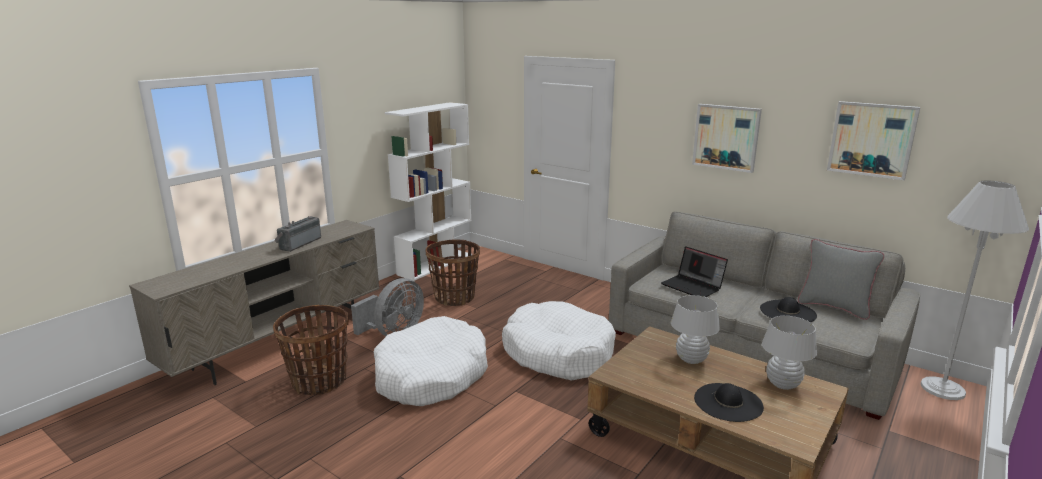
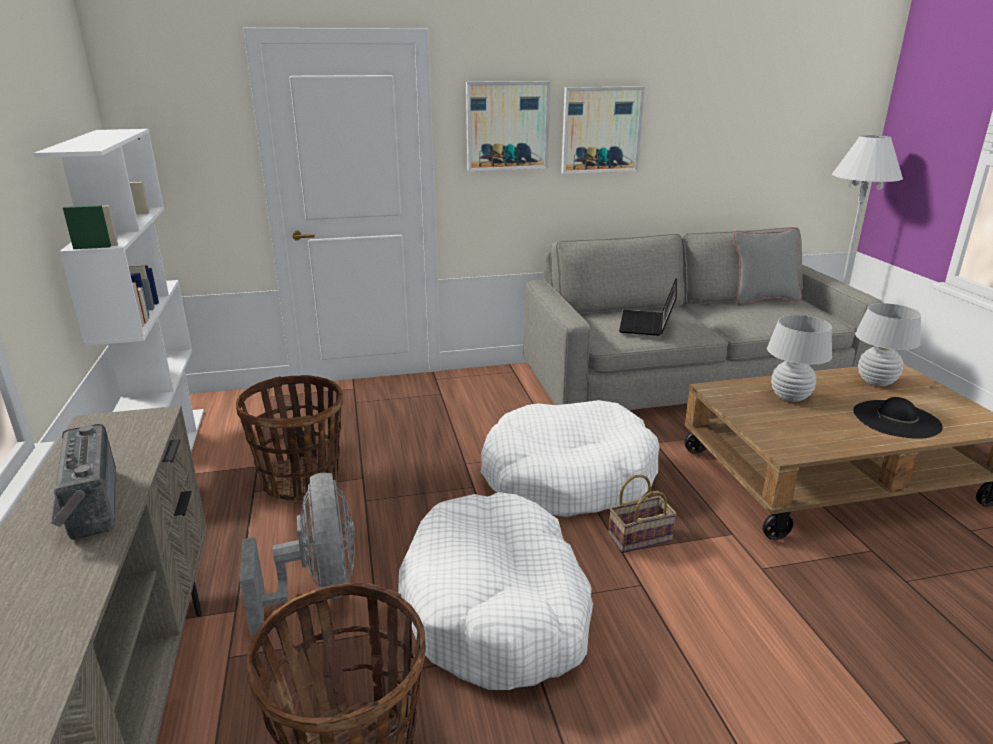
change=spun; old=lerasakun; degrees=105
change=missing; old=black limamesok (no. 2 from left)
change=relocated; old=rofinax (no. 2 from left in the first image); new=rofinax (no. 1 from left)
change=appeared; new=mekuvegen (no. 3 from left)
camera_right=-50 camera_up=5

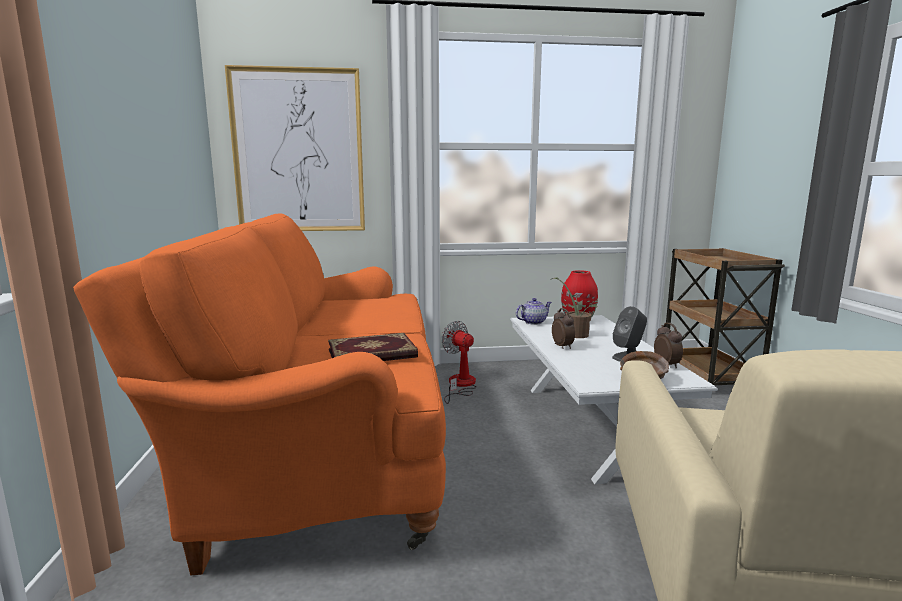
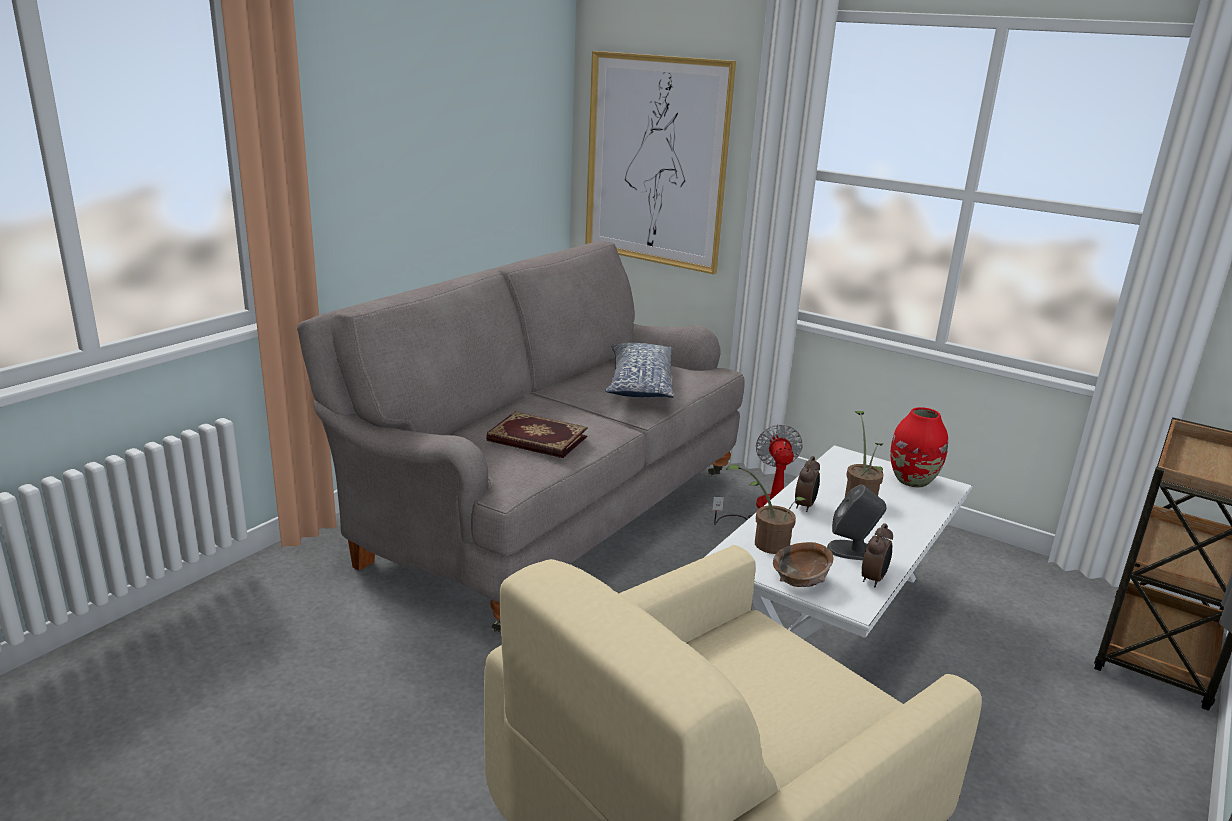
change=colour; old=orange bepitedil; new=grey bepitedil
change=missing; old=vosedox
change=appeared; new=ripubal
change=appeared; new=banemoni (no. 1 from left)
camera_right=40 camera_up=10

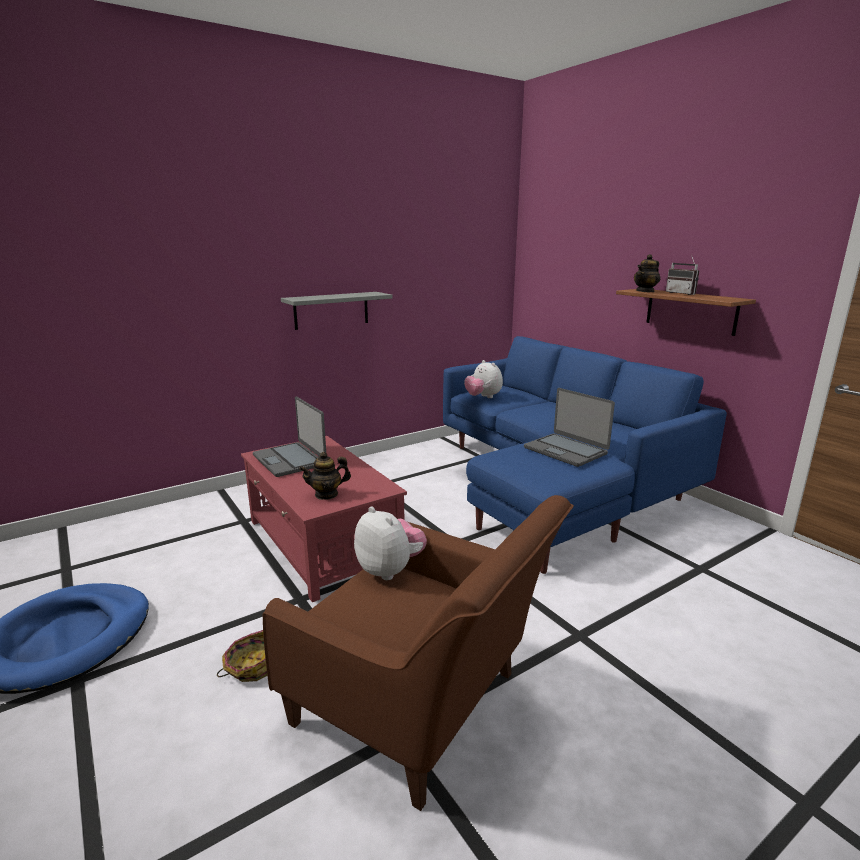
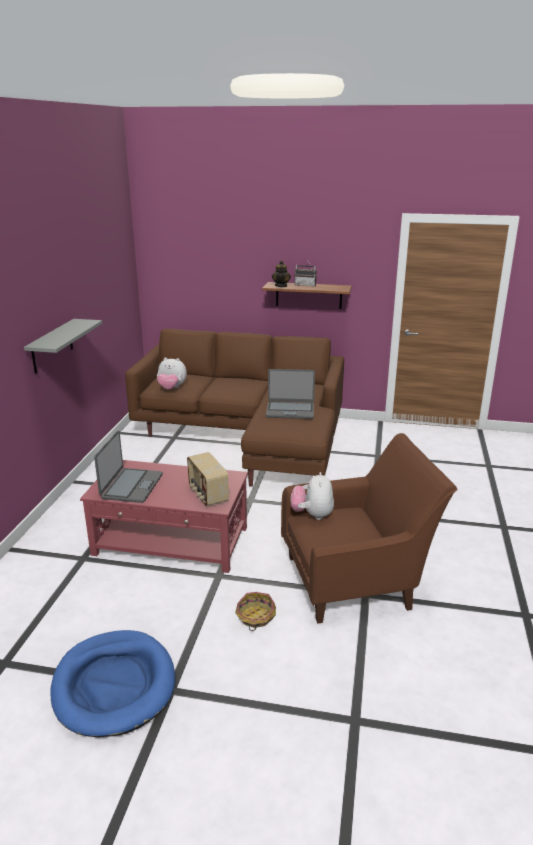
change=spun; old=lerasakun (no. 1 from left); degrees=-90
change=exchanged; old=vosedox (no. 1 from left); new=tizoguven (no. 1 from left)
change=spun; old=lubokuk (no. 1 from left in the first image); degrees=-90
change=colour; old=blue bepitedil; new=brown bepitedil
camera_right=-45 camera_up=5

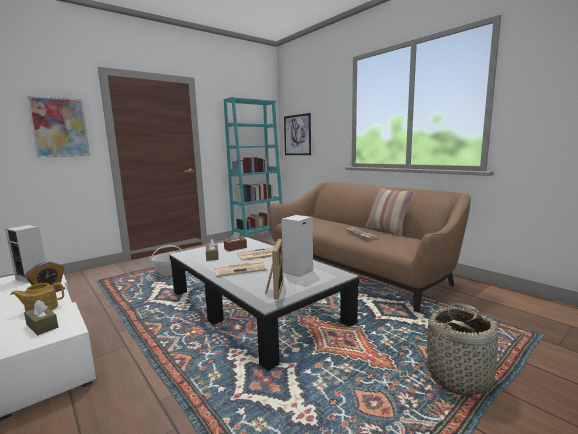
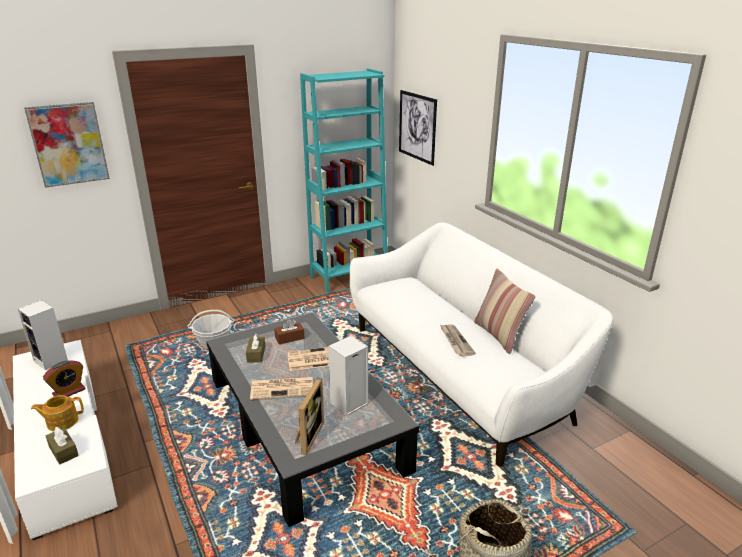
change=colour; old=brown bepitedil; new=white bepitedil
camera_right=10 camera_up=15

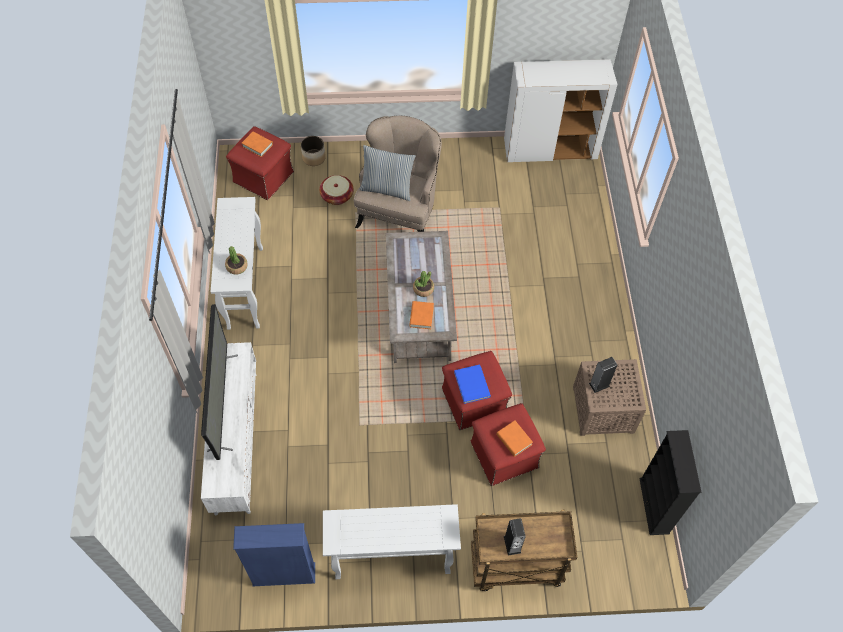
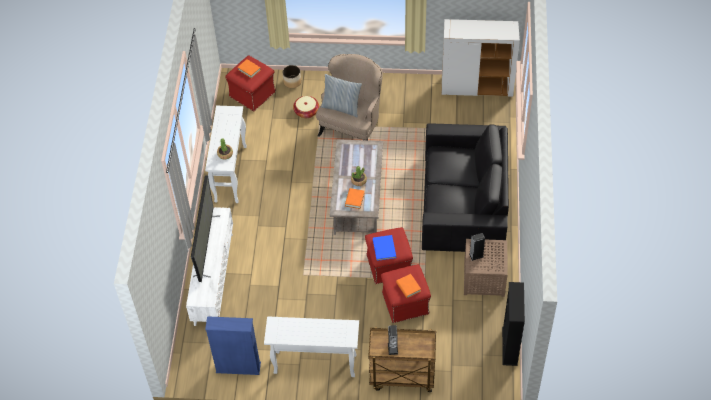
change=appeared; new=black bepitedil
camera_right=10 camera_up=-5

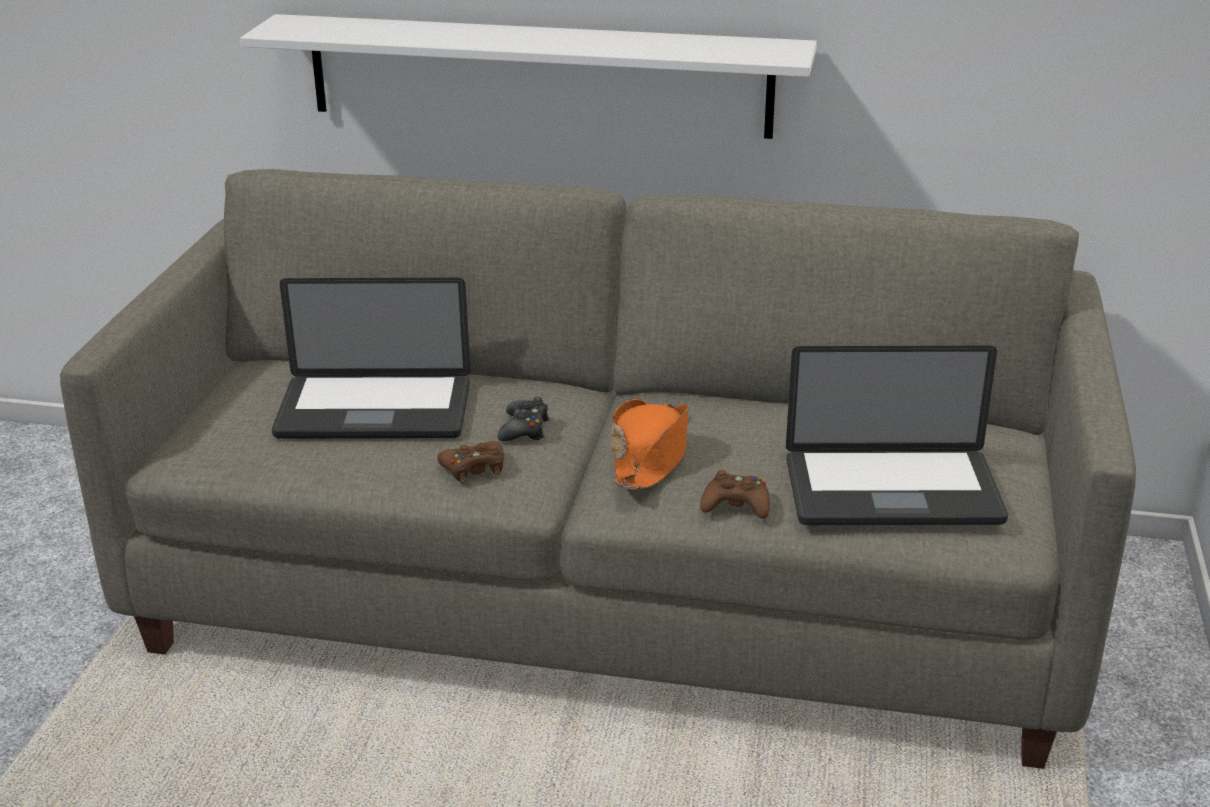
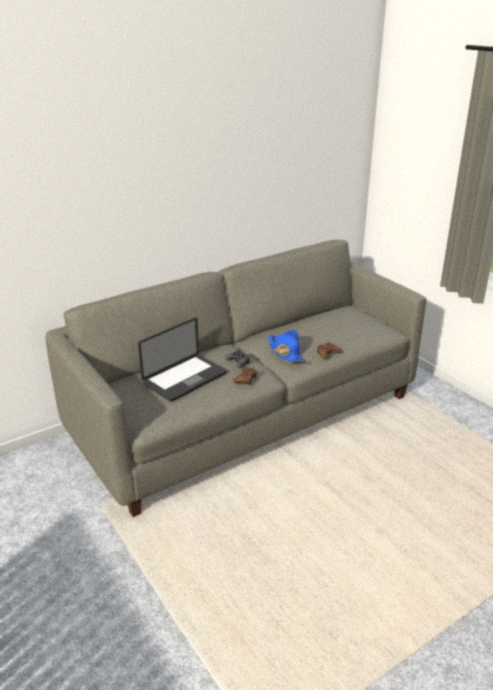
change=missing; old=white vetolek
change=colour; old=orange limamesok; new=blue limamesok
change=missing; old=lerasakun (no. 2 from left)
camera_right=-45 camera_up=0

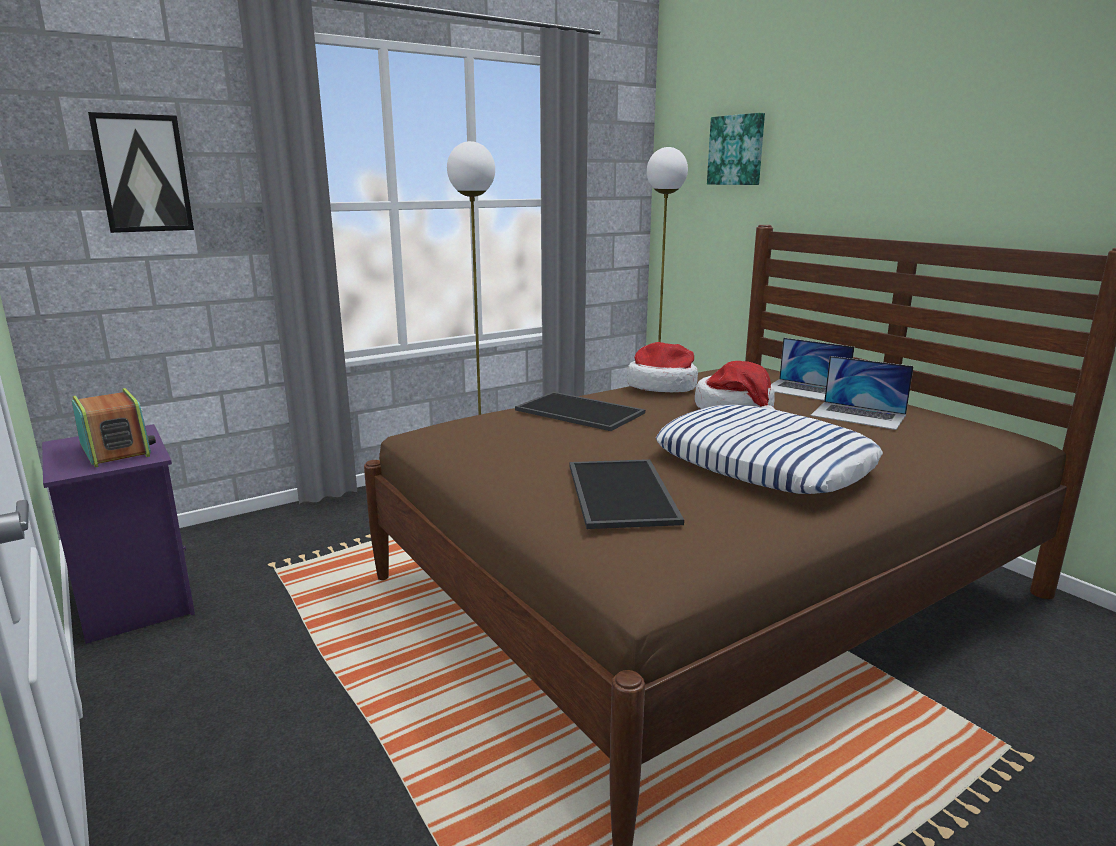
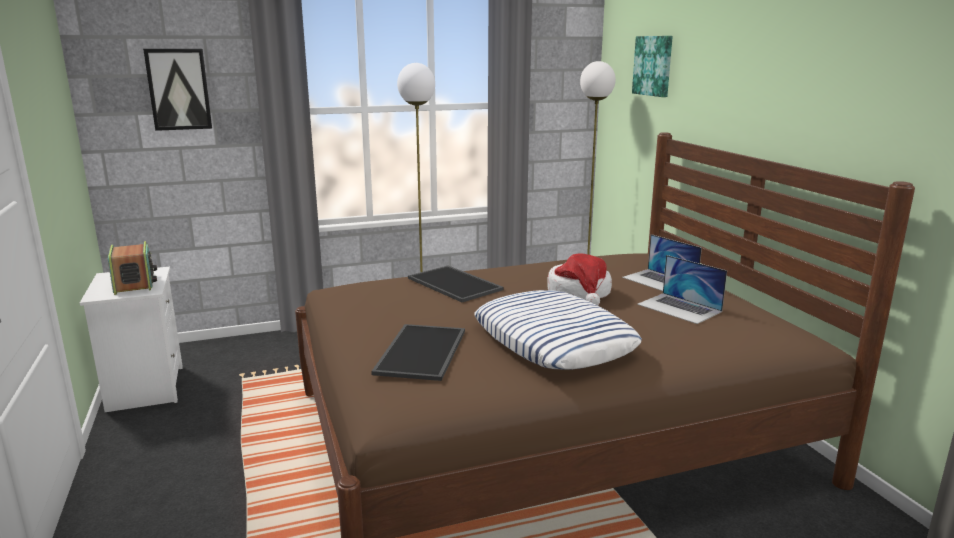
change=colour; old=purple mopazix; new=white mopazix
change=missing; old=limamesok (no. 1 from left)
camera_right=15 camera_up=0

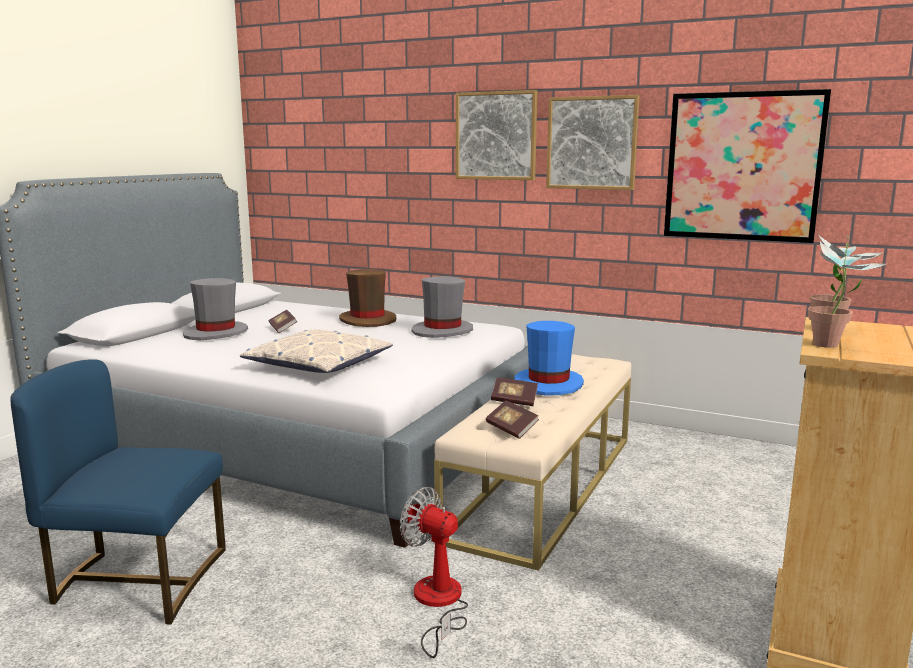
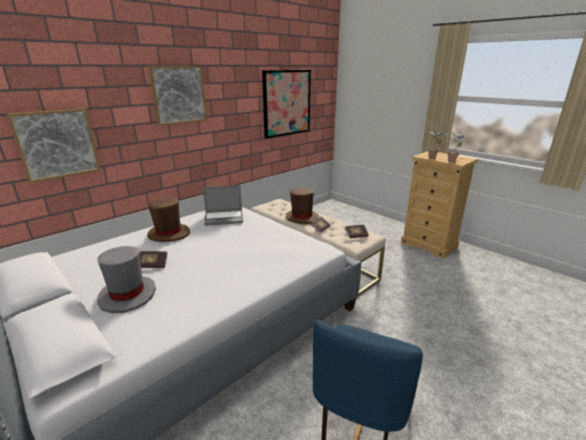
change=missing; old=ripubal
change=missing; old=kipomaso
change=exchanged; old=grey limamesok (no. 2 from left); new=lerasakun
change=colour; old=blue limamesok; new=brown limamesok (no. 2 from left)
change=relocated; old=rofinax (no. 2 from left in the first image); new=rofinax (no. 1 from left)
camera_right=-70 camera_up=10

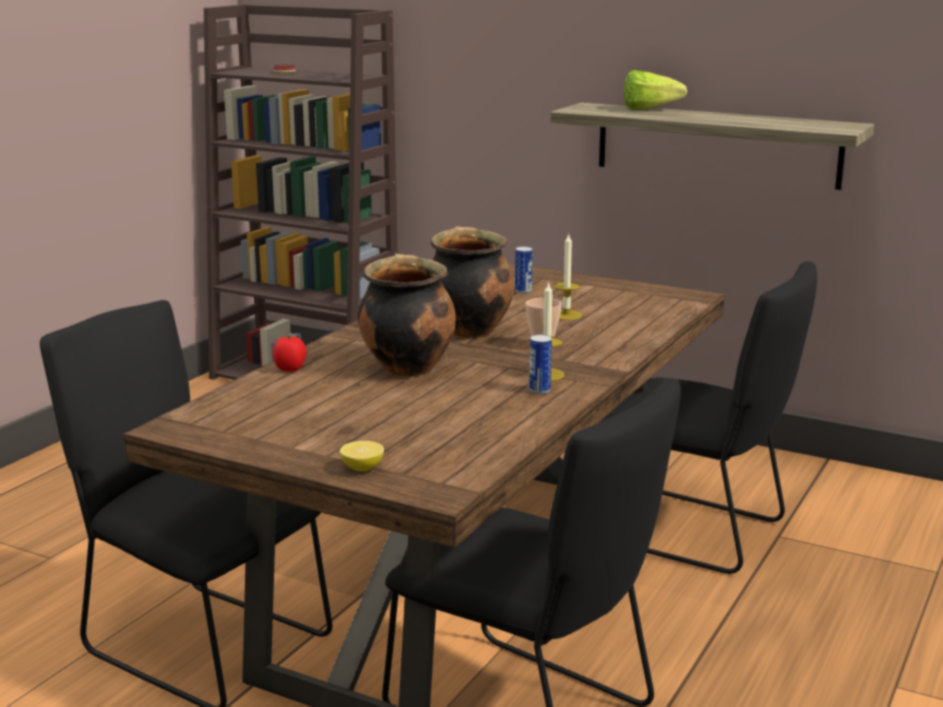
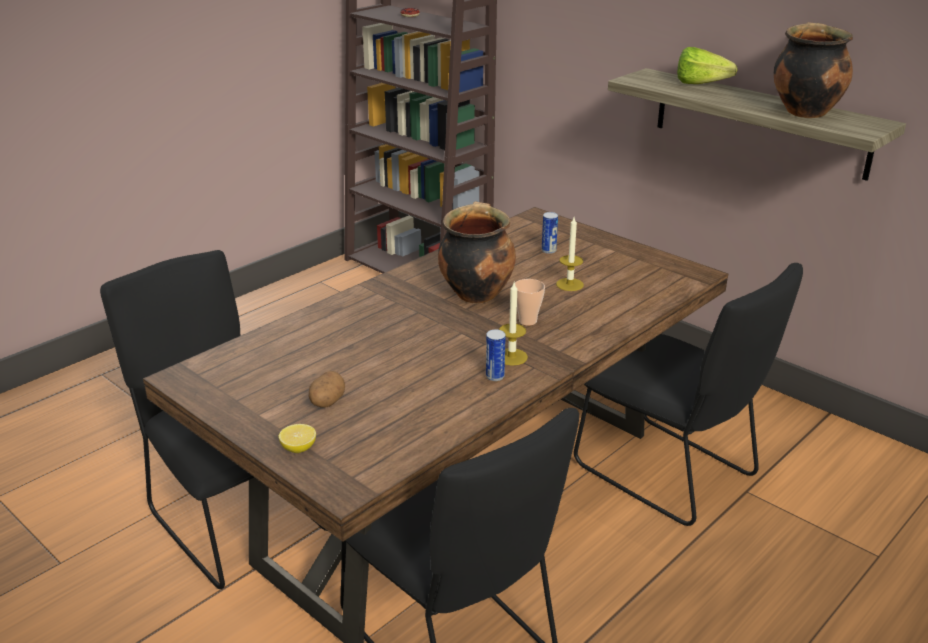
change=missing; old=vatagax
change=relocated; old=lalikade (no. 1 from left in the first image); new=lalikade (no. 2 from left)
change=appeared; new=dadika
camera_right=15 camera_up=10

